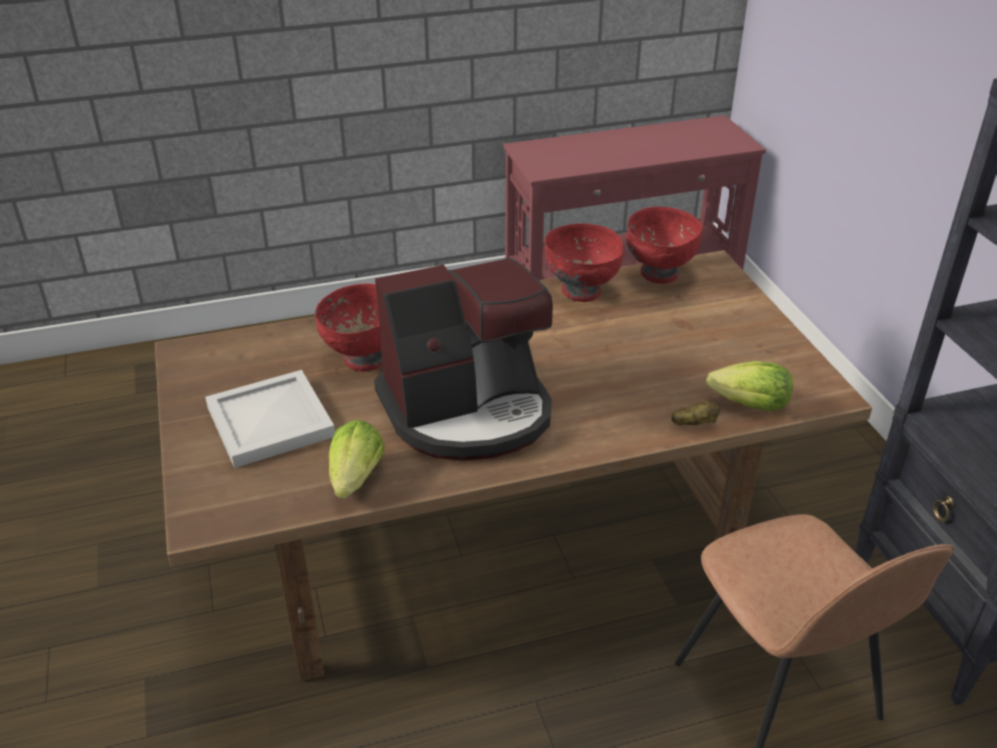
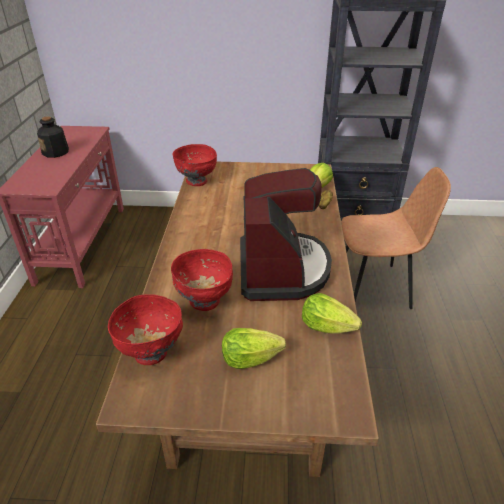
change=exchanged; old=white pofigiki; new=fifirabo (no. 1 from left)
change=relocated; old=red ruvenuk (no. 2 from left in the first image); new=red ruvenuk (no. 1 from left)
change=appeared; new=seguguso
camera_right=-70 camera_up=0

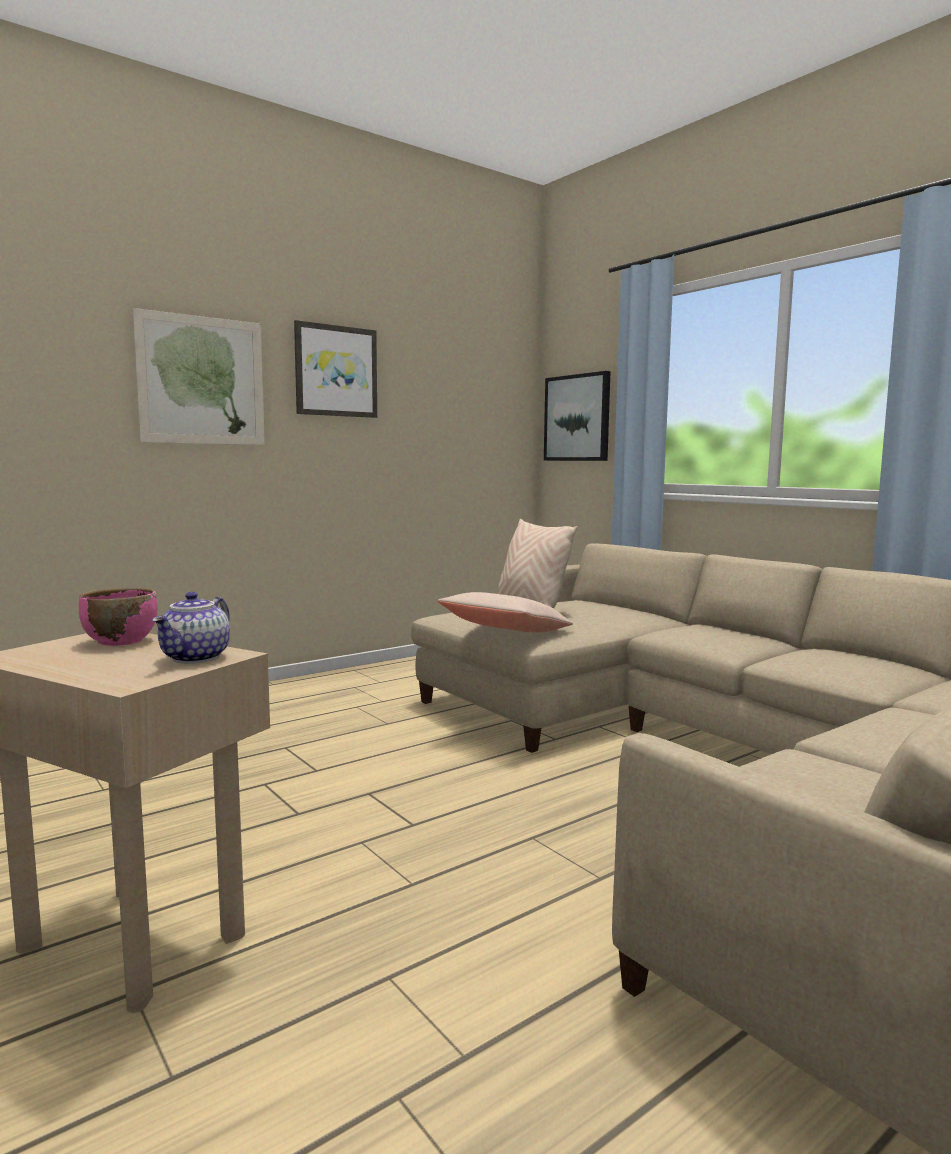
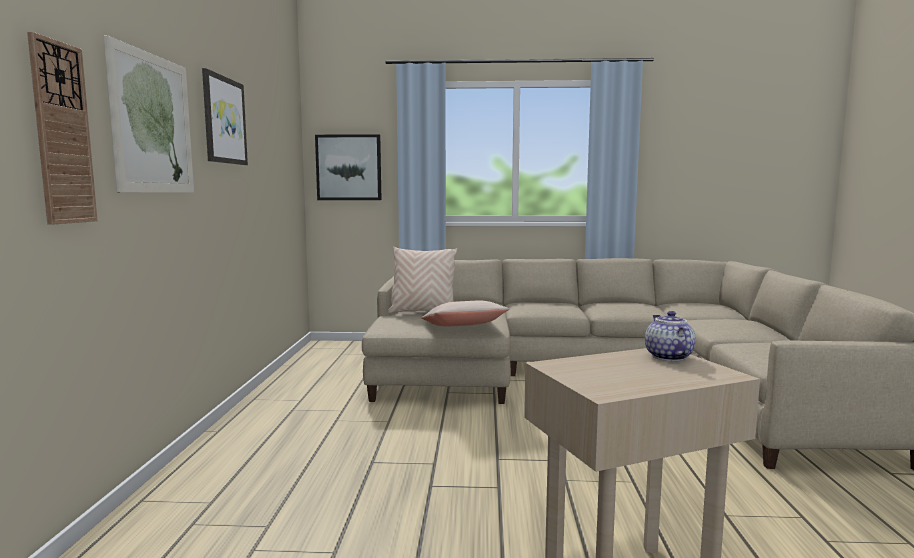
change=missing; old=pink ruvenuk
change=spun; old=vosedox; degrees=-150
change=appeared; new=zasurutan
camera_right=-50 camera_up=0

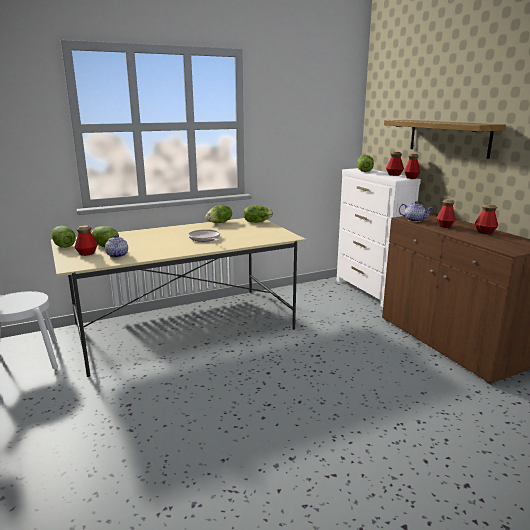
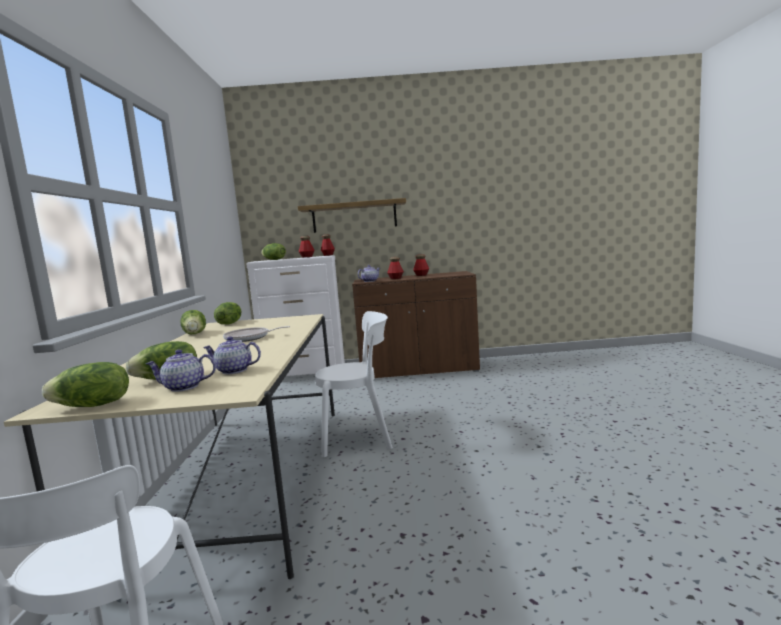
change=exchanged; old=seguguso (no. 1 from left); new=vosedox (no. 1 from left)
change=appeared; new=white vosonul (no. 2 from left)
camera_right=-65 camera_up=-10

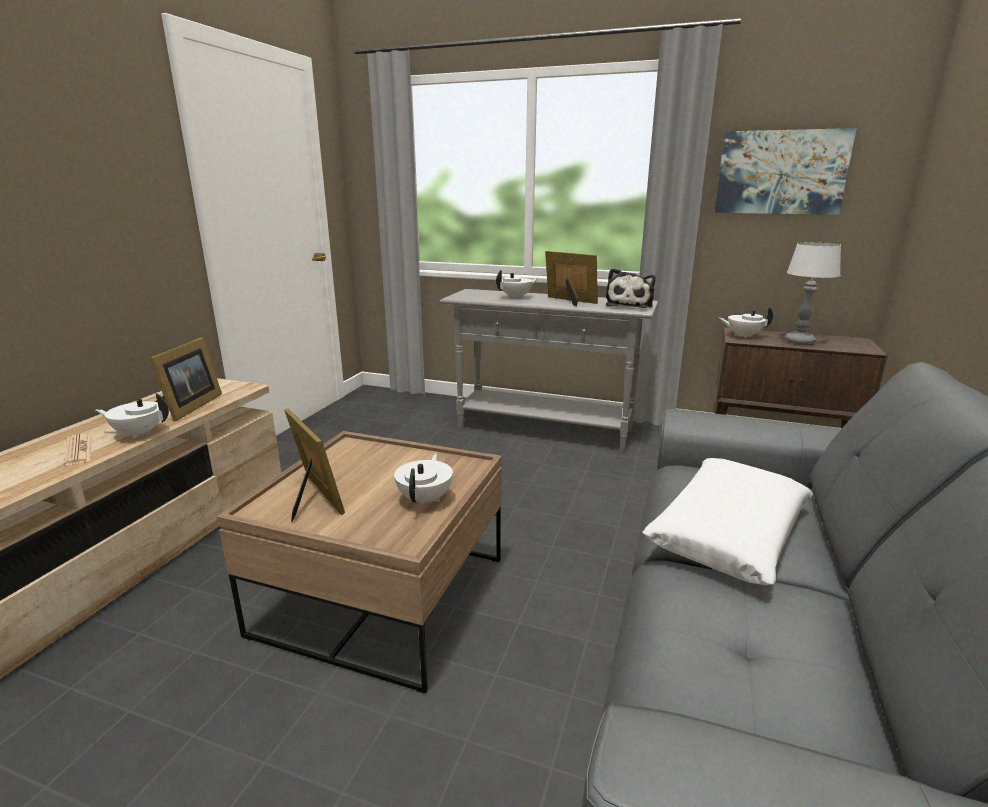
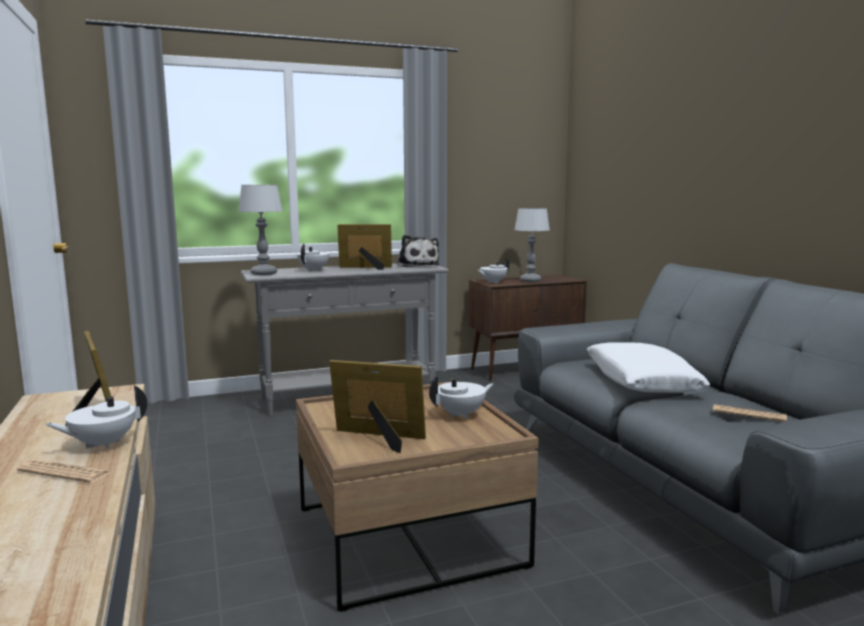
change=spun; old=white vosedox (no. 2 from left in the first image); degrees=90
change=missing; old=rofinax
change=appeared; new=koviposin (no. 1 from left)
change=appeared; new=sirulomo (no. 2 from left)
camera_right=-40 camera_up=-10

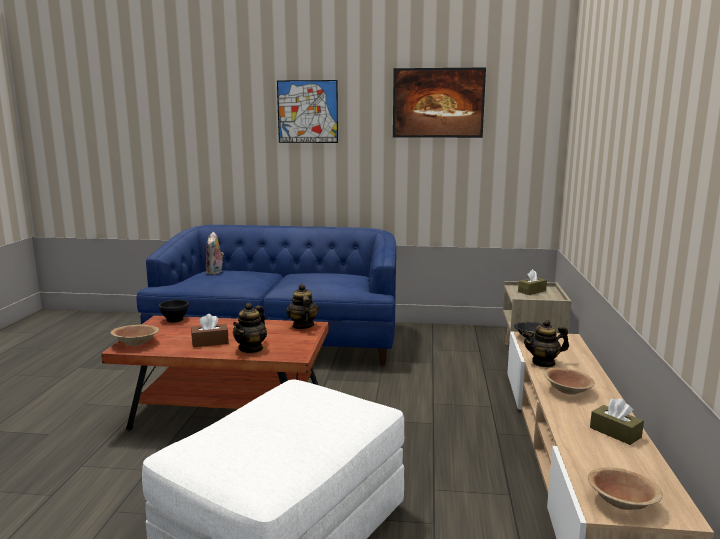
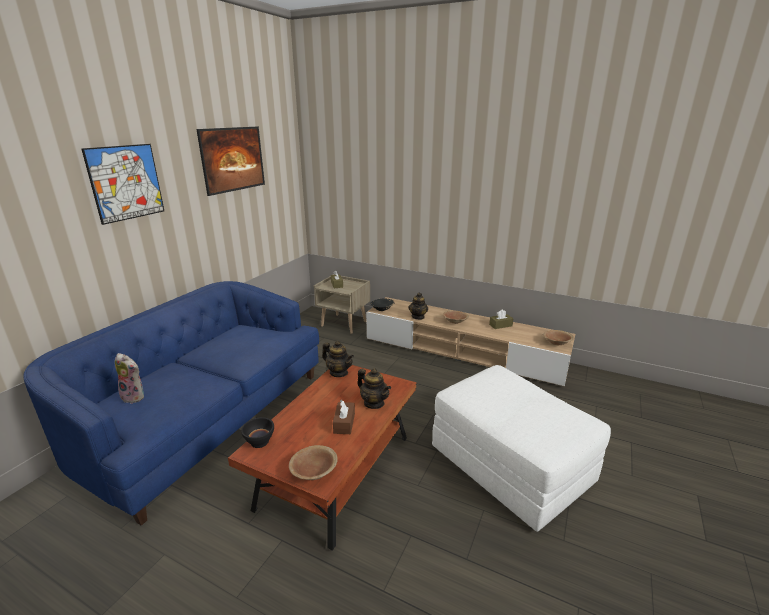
change=spun; old=vosedox (no. 2 from left in the first image); degrees=-150
camera_right=-70 camera_up=10

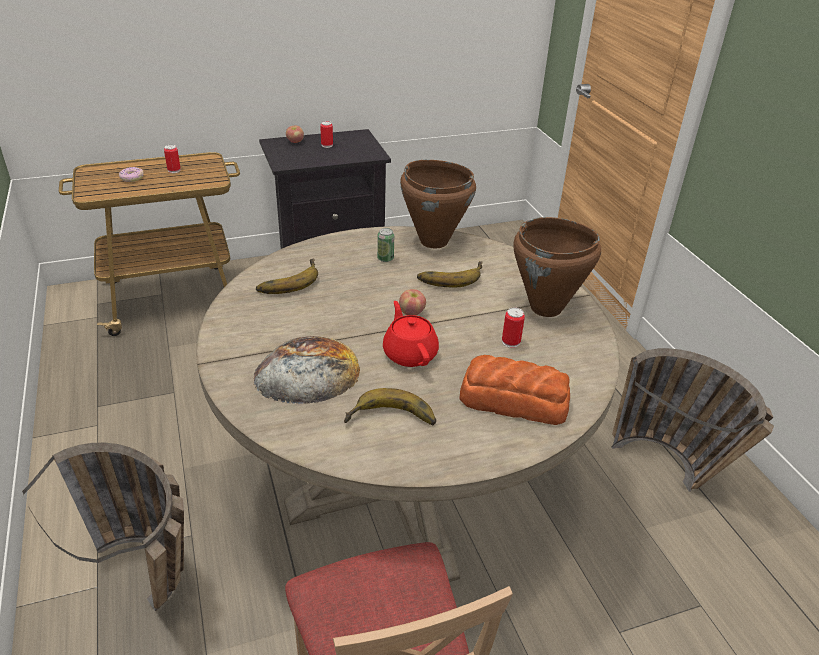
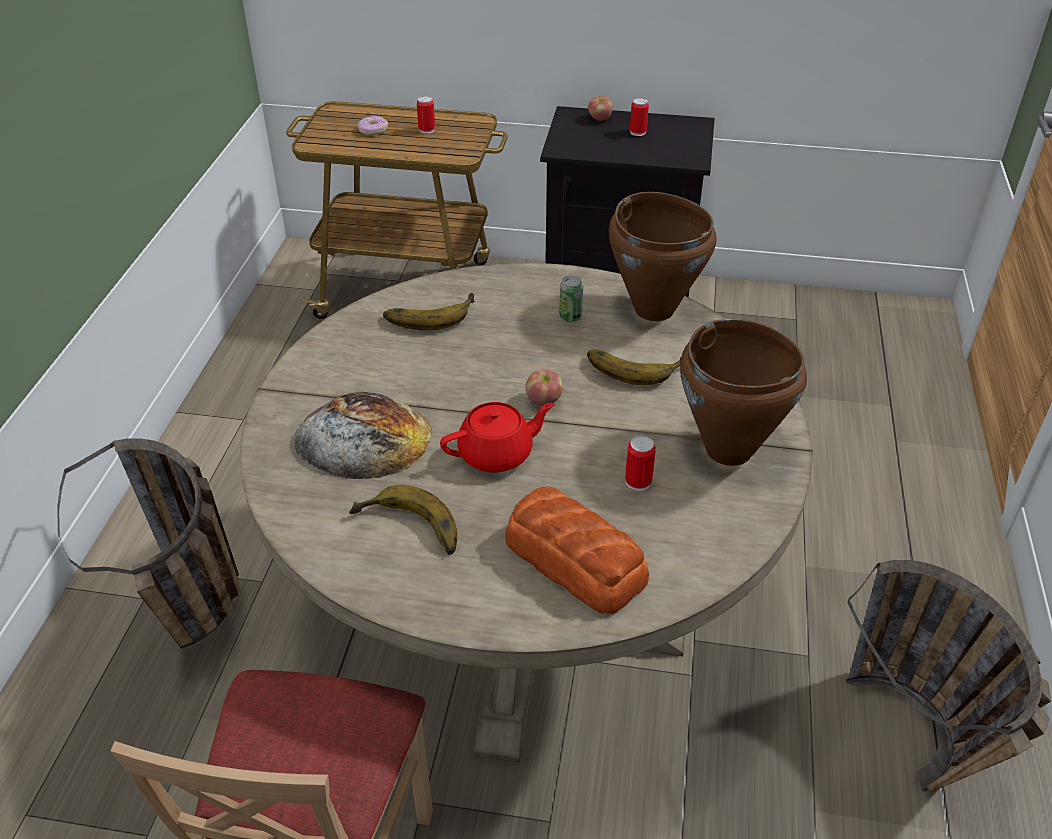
change=spun; old=red vosedox; degrees=60
camera_right=30 camera_up=5

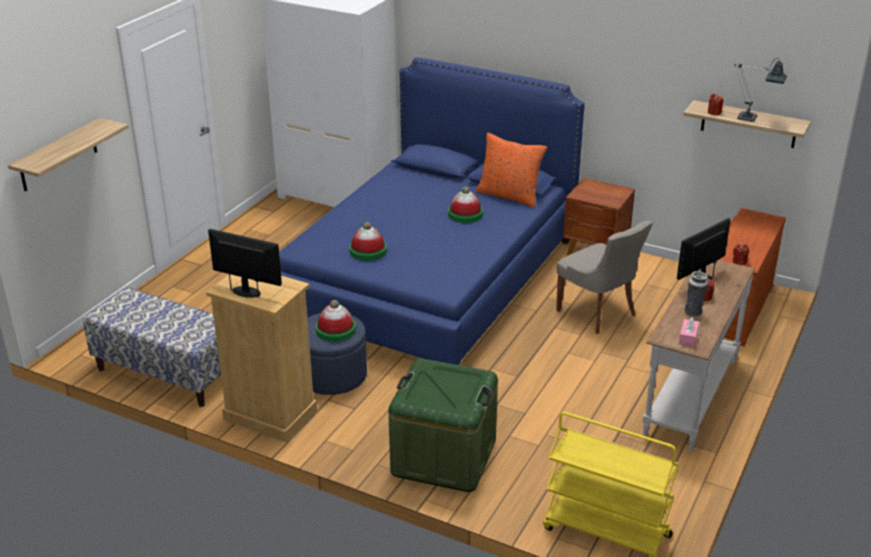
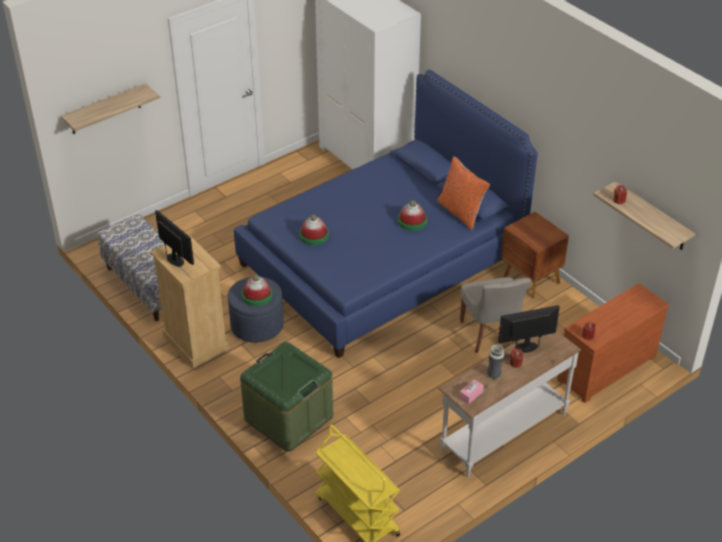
change=missing; old=koviposin
camera_right=25 camera_up=10

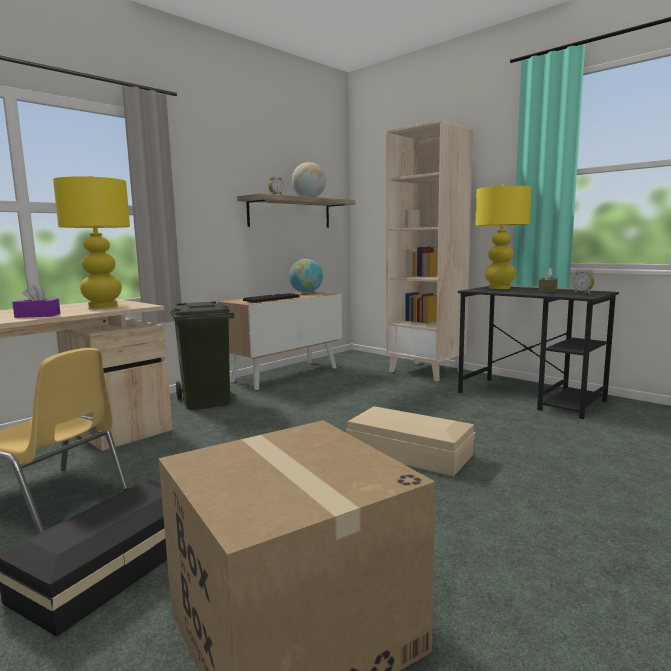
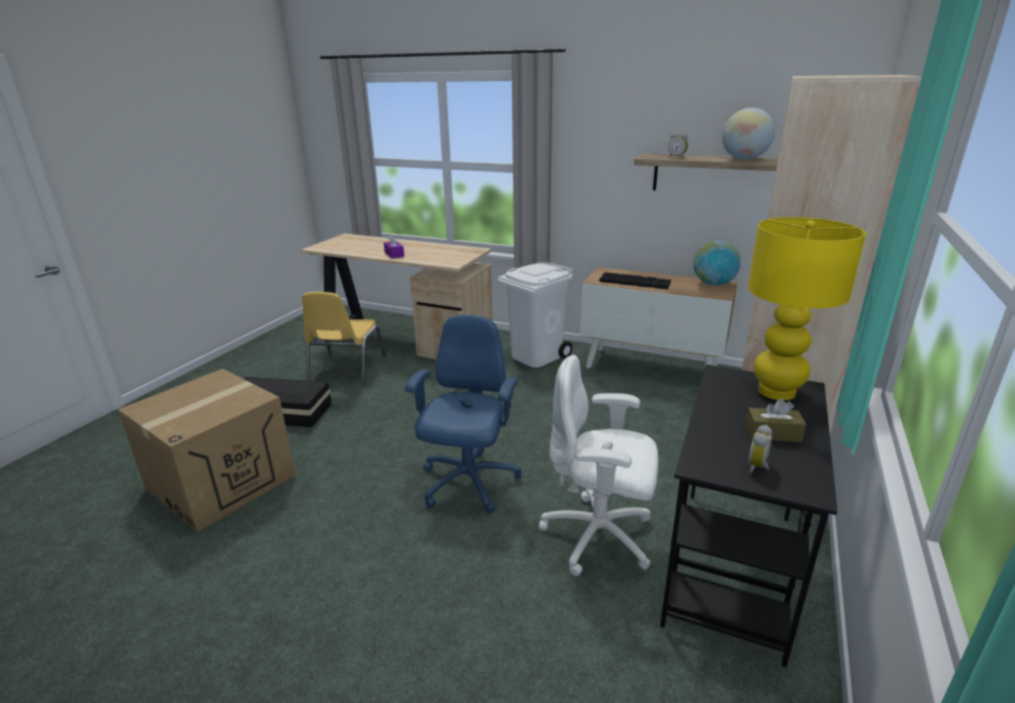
change=missing; old=yellow koviposin (no. 1 from left)
change=colour; old=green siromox; new=white siromox
change=exchanged; old=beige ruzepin; new=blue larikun
change=appeared; new=white larikun
camera_right=70 camera_up=15

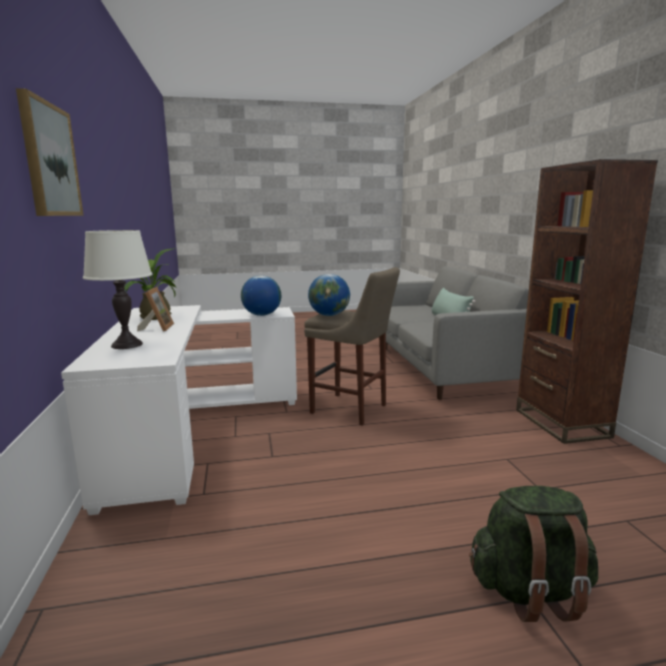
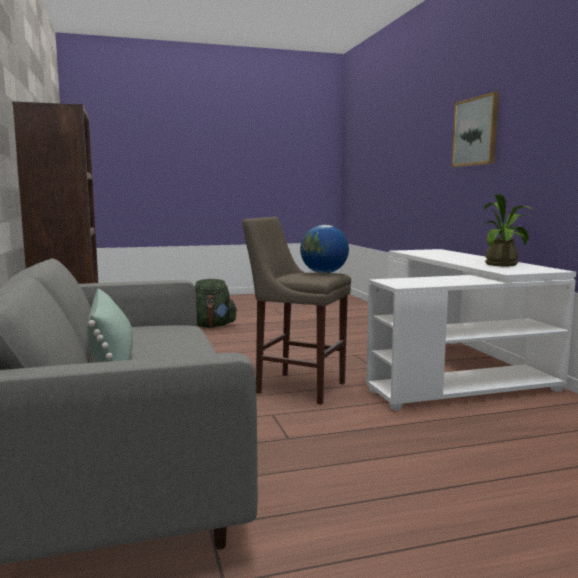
change=missing; old=white koviposin
change=missing; old=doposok
change=missing; old=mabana (no. 1 from left)
camera_right=175 camera_up=-5

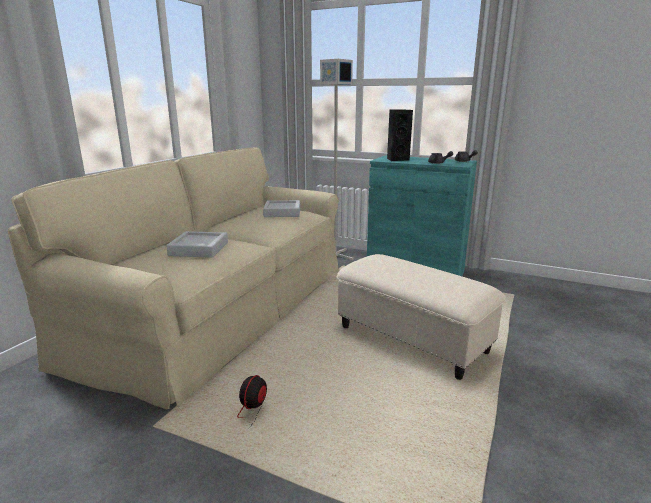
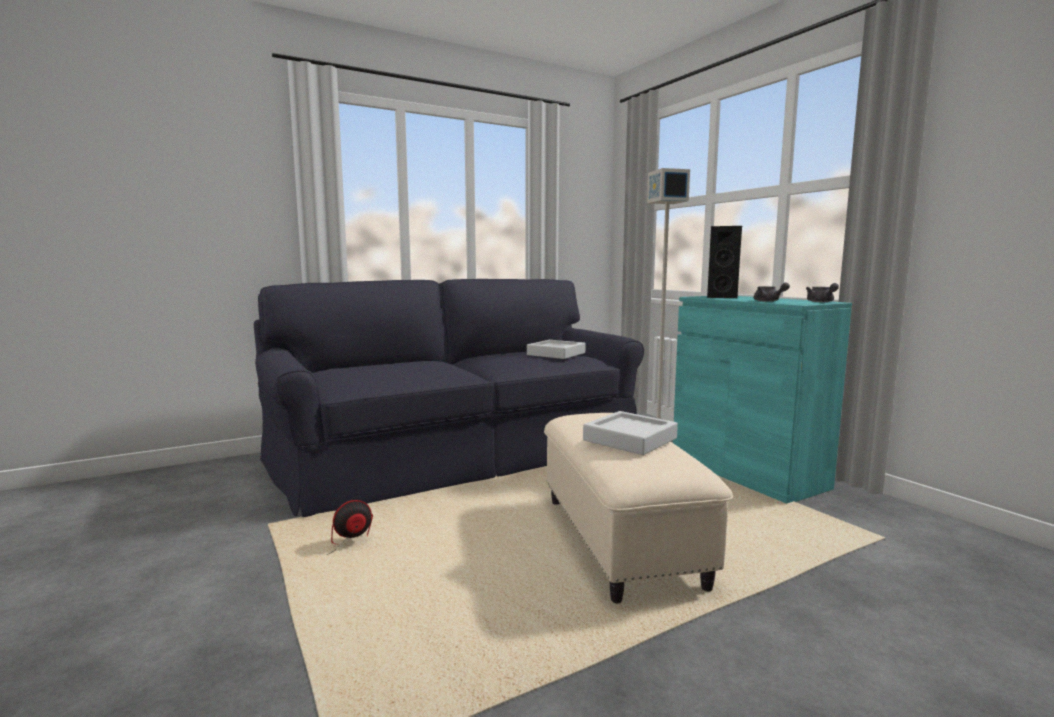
change=colour; old=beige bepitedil; new=black bepitedil
change=relocated; old=grey pofigiki (no. 1 from left in the first image); new=grey pofigiki (no. 2 from left)
camera_right=35 camera_up=-10

